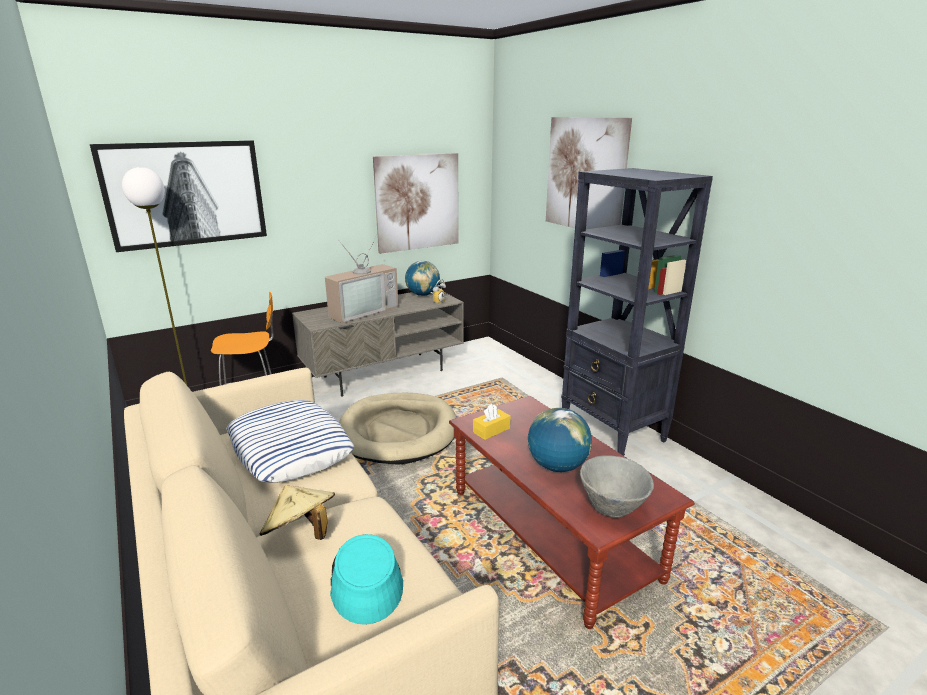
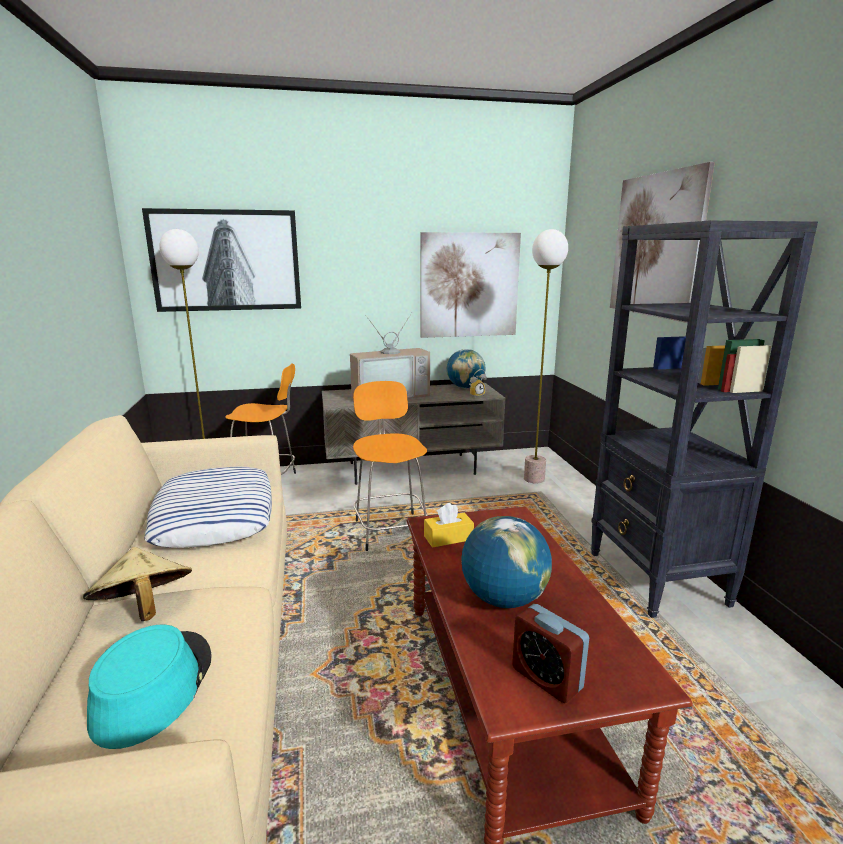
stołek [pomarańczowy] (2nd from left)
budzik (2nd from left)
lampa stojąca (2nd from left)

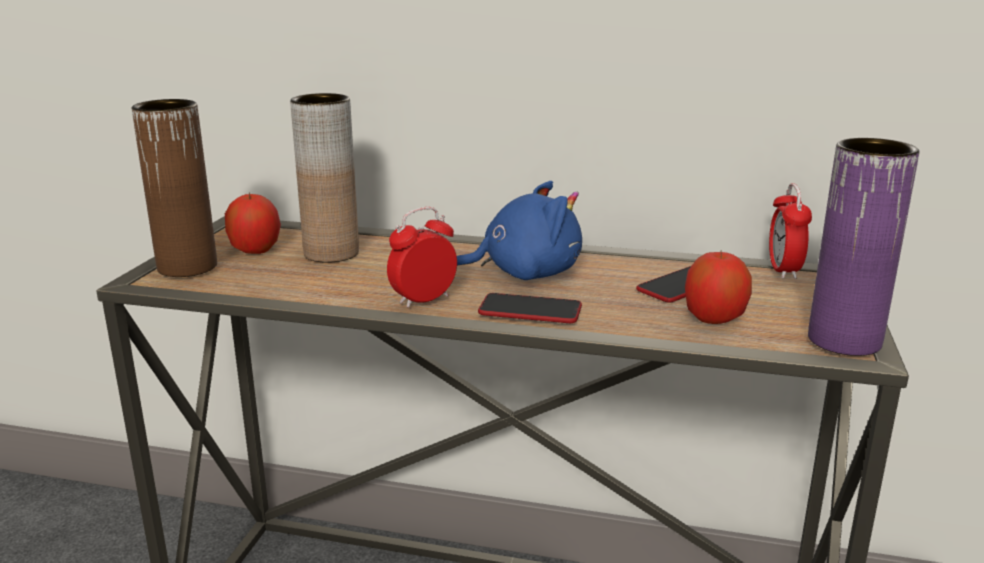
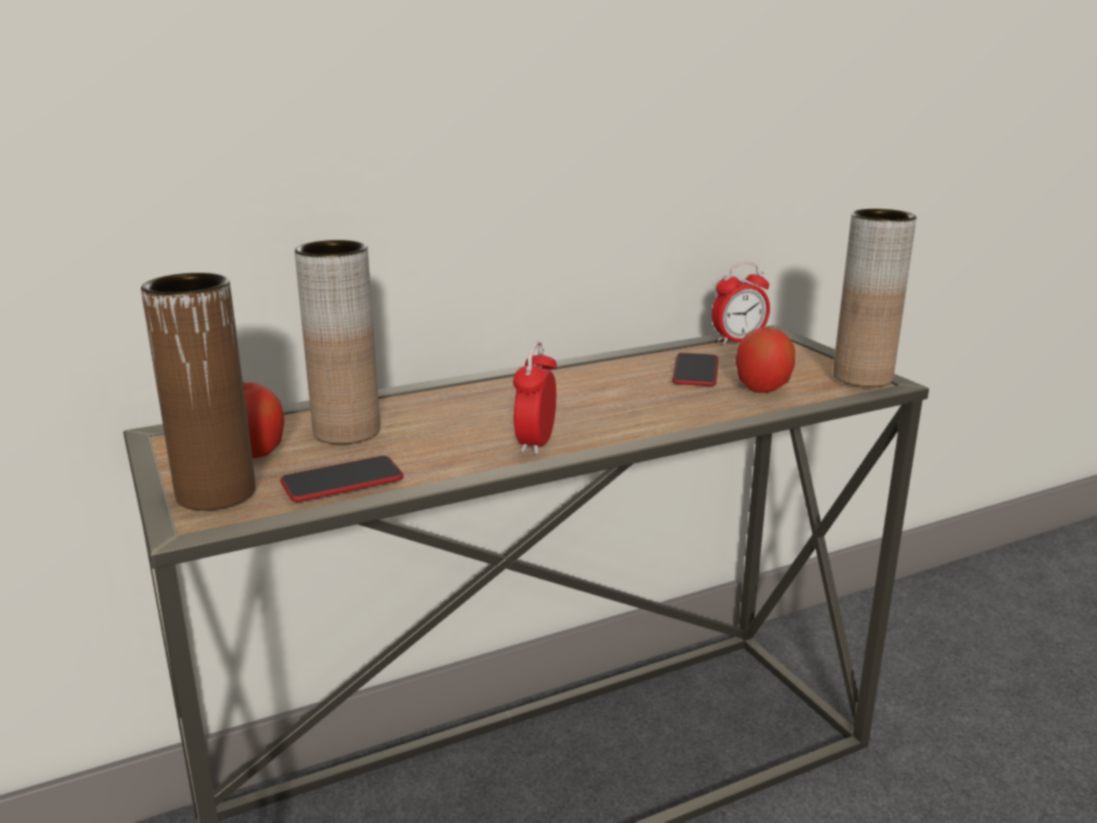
pluszak [niebieski]
telefon (1st from left)
budzik (2nd from left)
wazon [brązowy] (3rd from left)

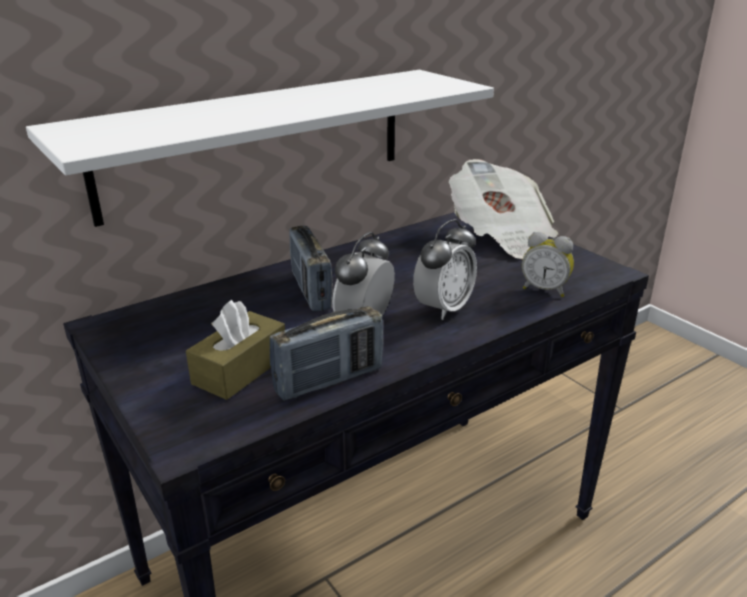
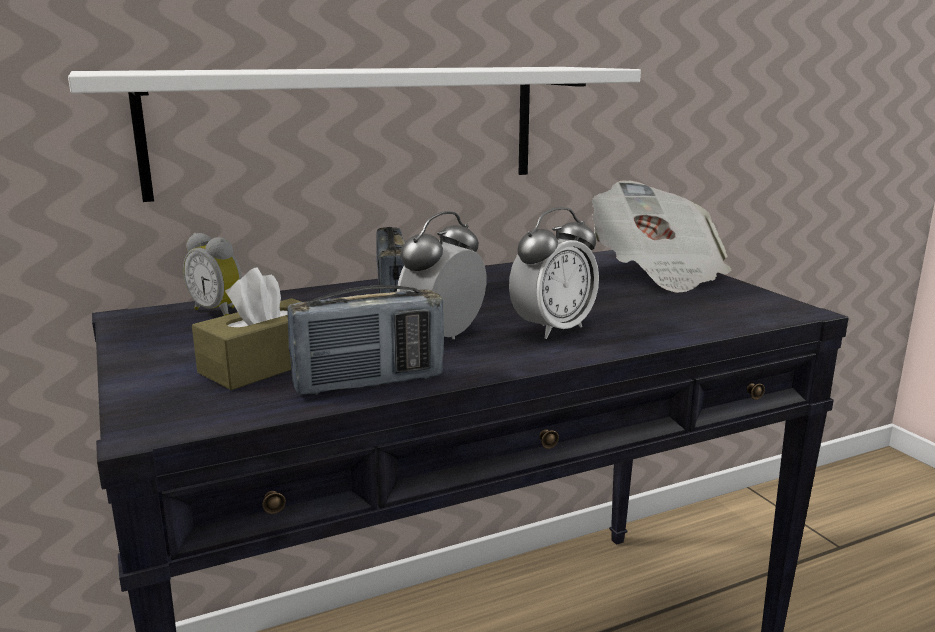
budzik (1st from left)

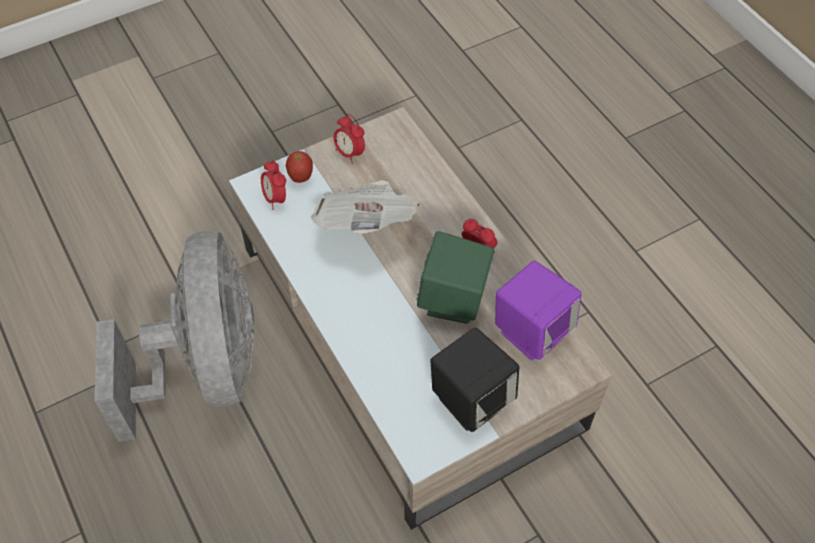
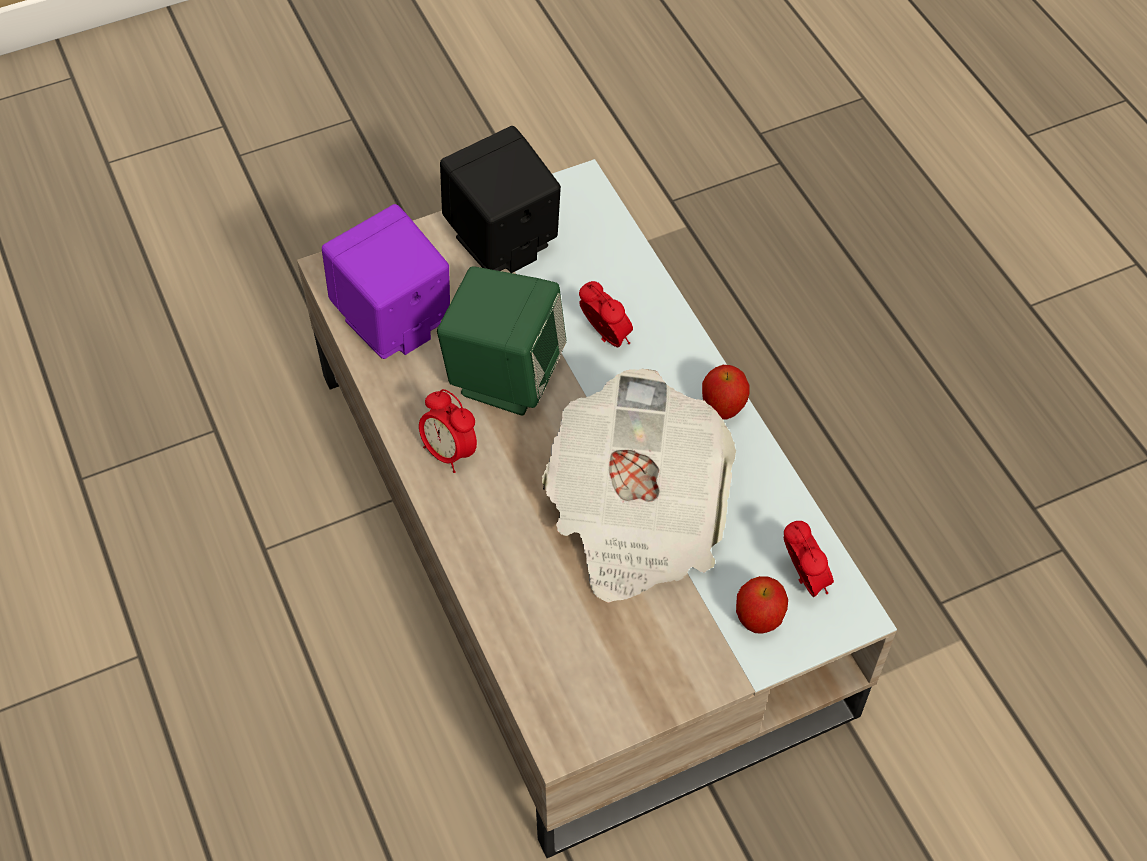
wentylator [szary]
budzik (2nd from left)
jabłko (1st from left)

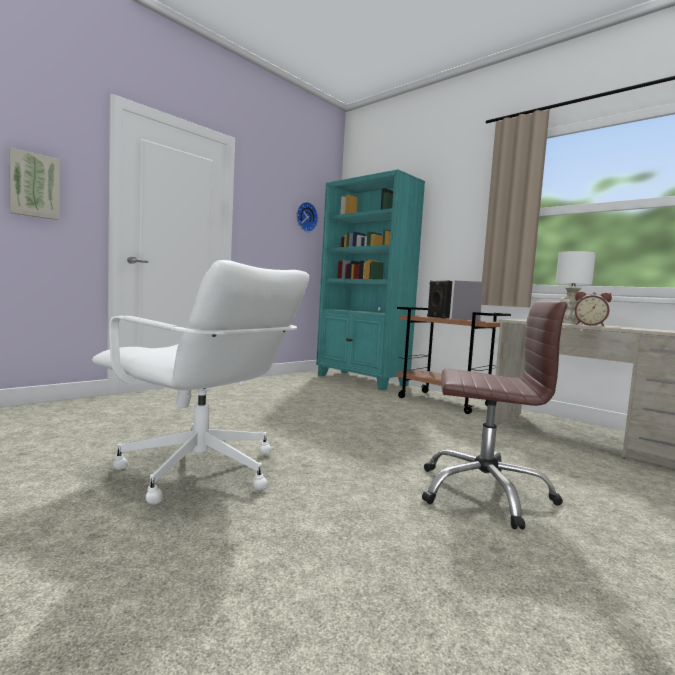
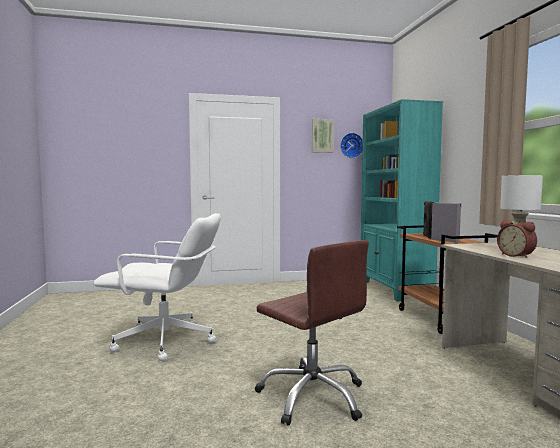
obraz
krzesło biurowe [biały]

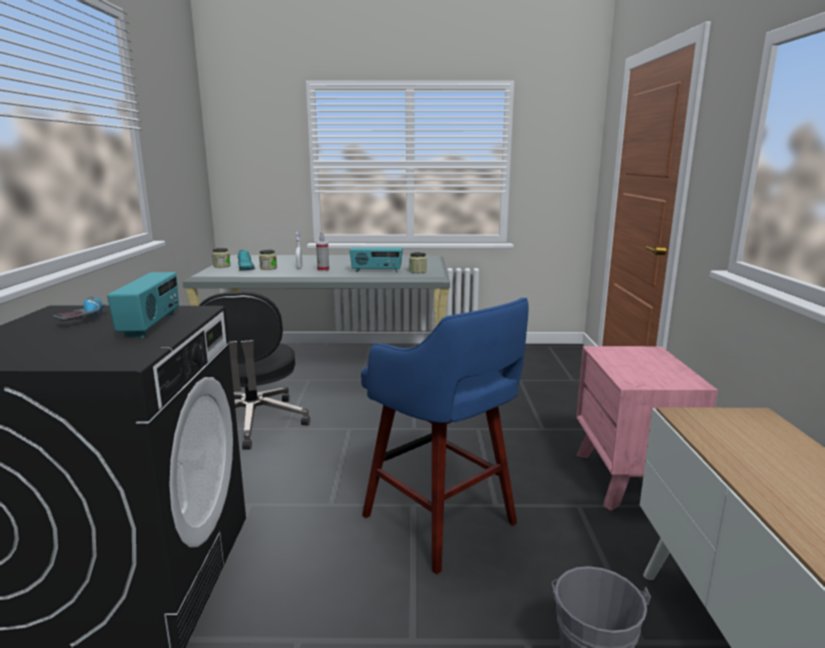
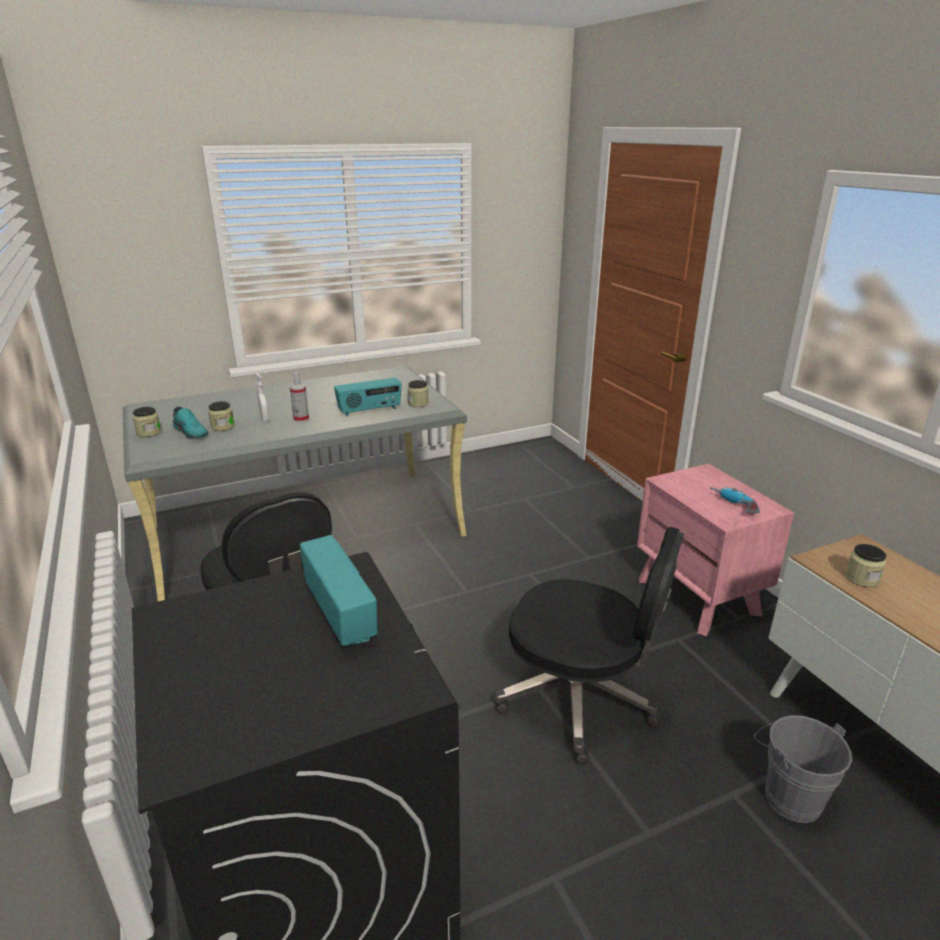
wiertarka
krzesło biurowe [czarny] (2nd from left)
słoik (4th from left)

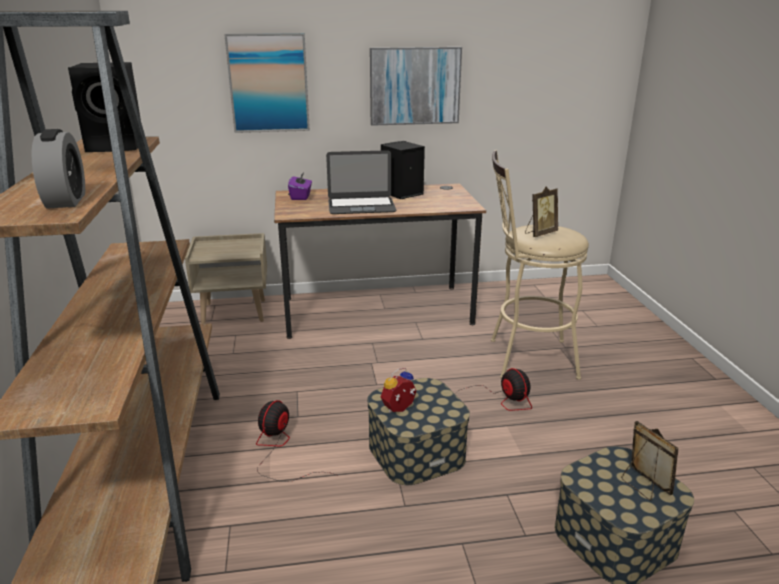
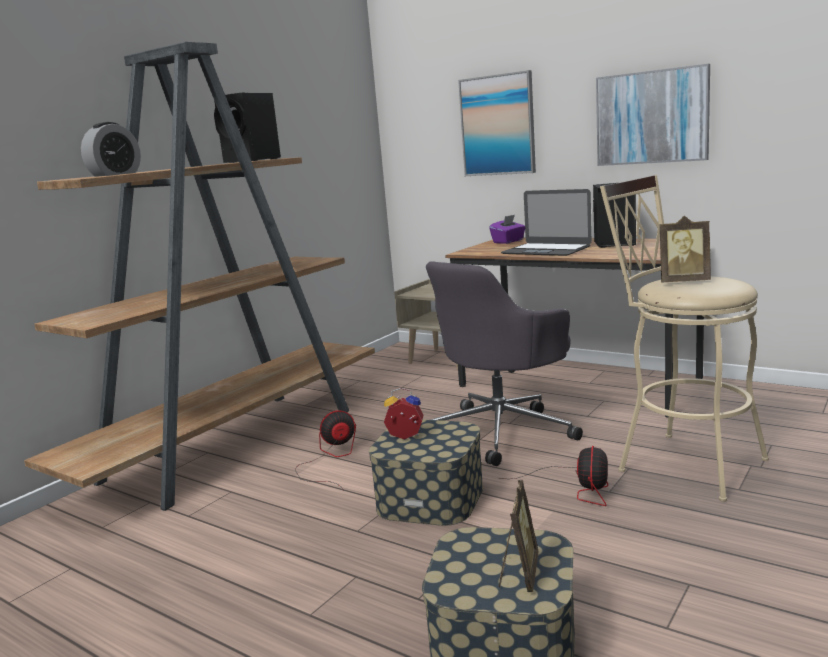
krzesło biurowe [szary]

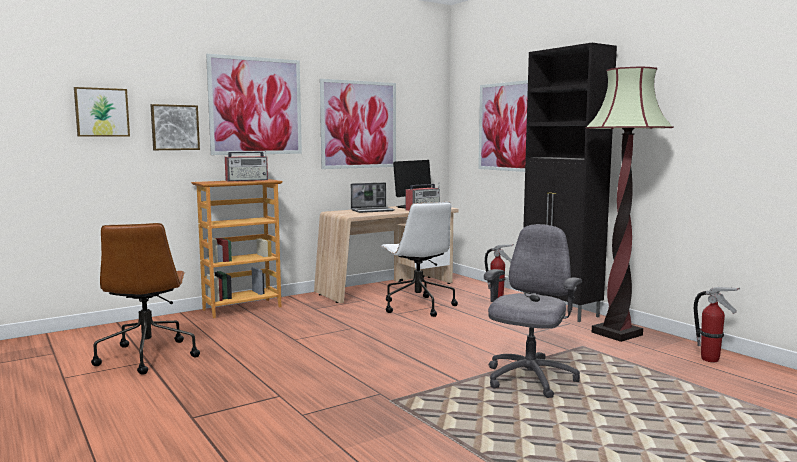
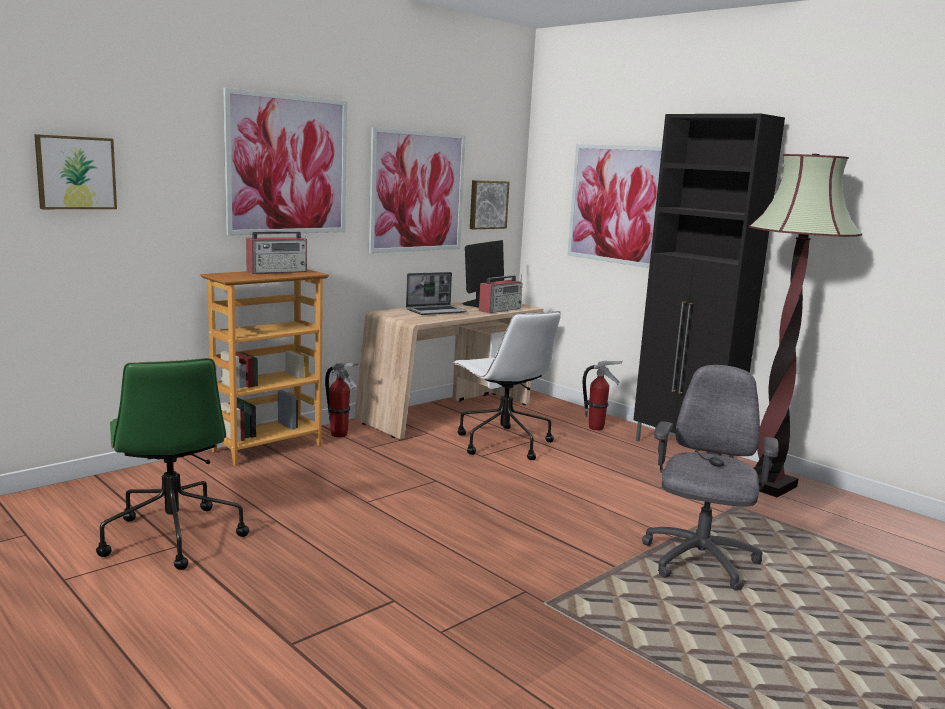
krzesło biurowe [zielony]
obraz (4th from left)
gaśnica (1st from left)

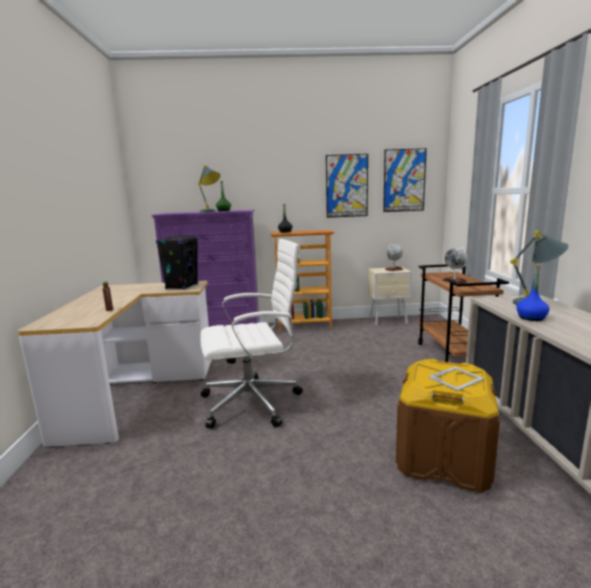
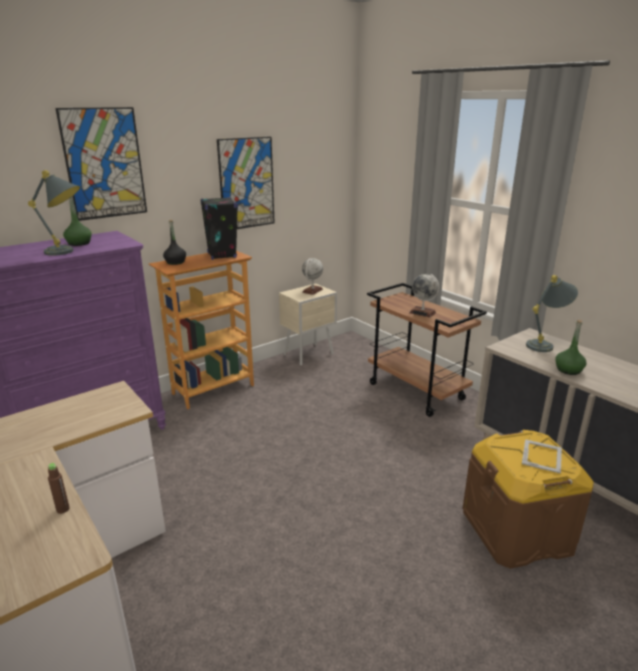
głośnik [czarny]
krzesło biurowe [biały]
obraz (1st from left)
butelka [zielony] (2nd from left)

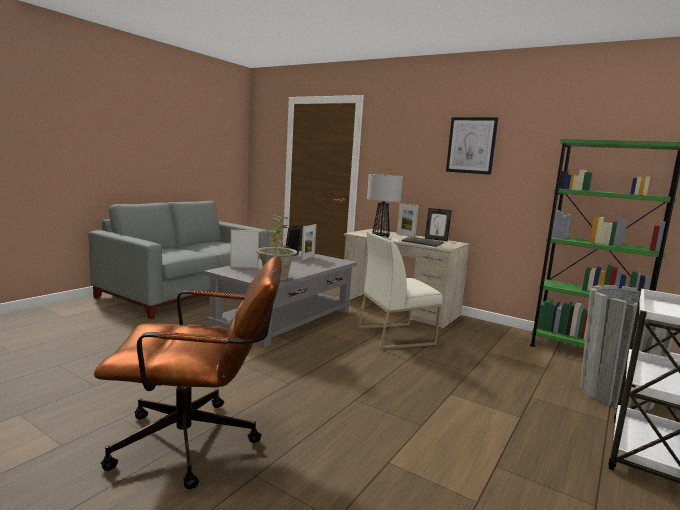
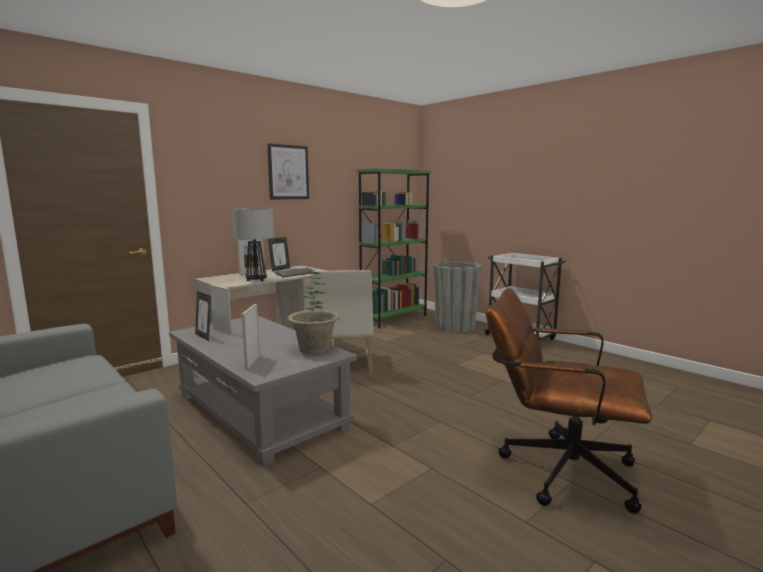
krzesło biurowe [brązowy]

